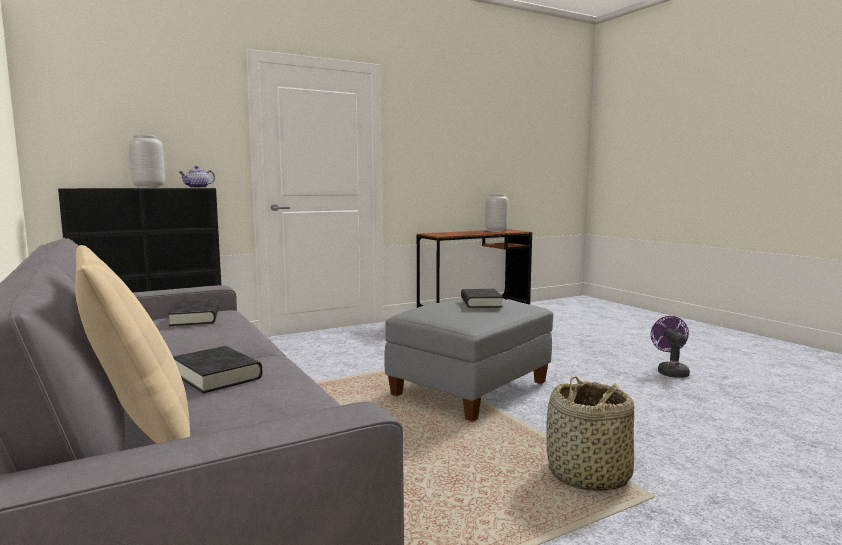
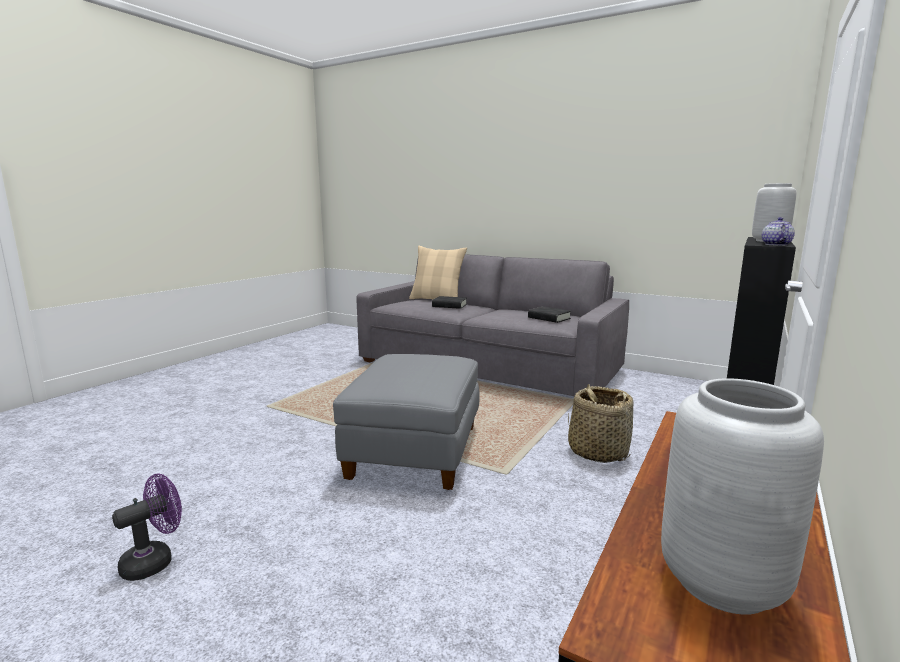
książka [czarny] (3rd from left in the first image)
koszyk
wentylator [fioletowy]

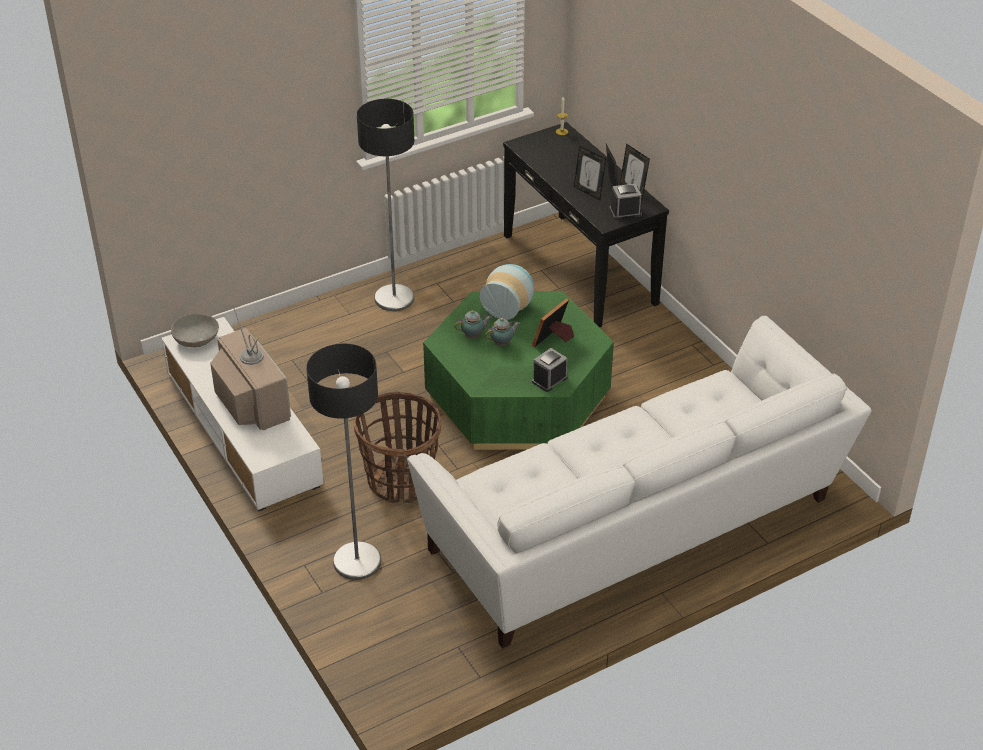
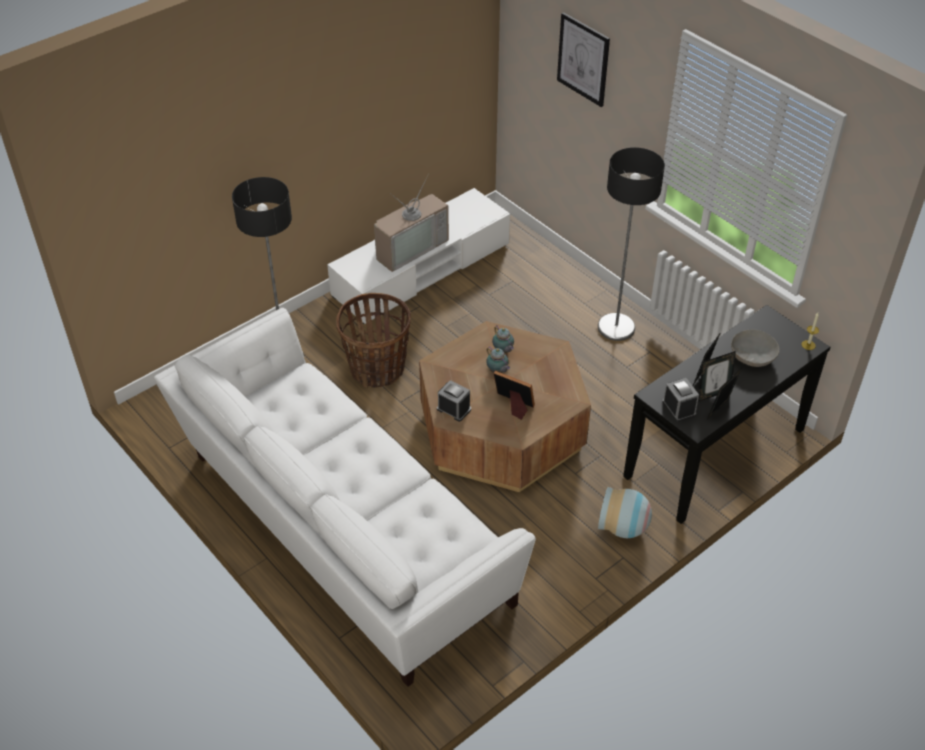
miska [szary]
ława [brązowy]
wazon
obraz

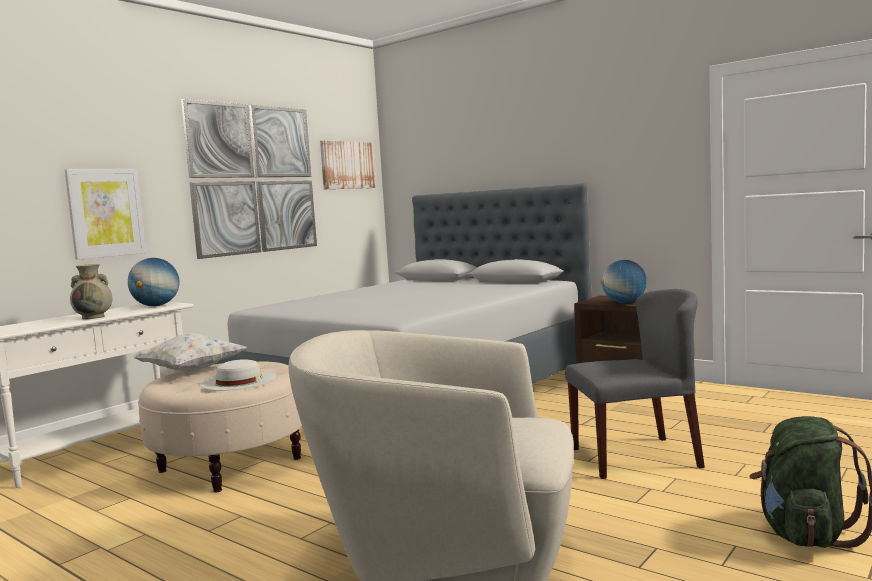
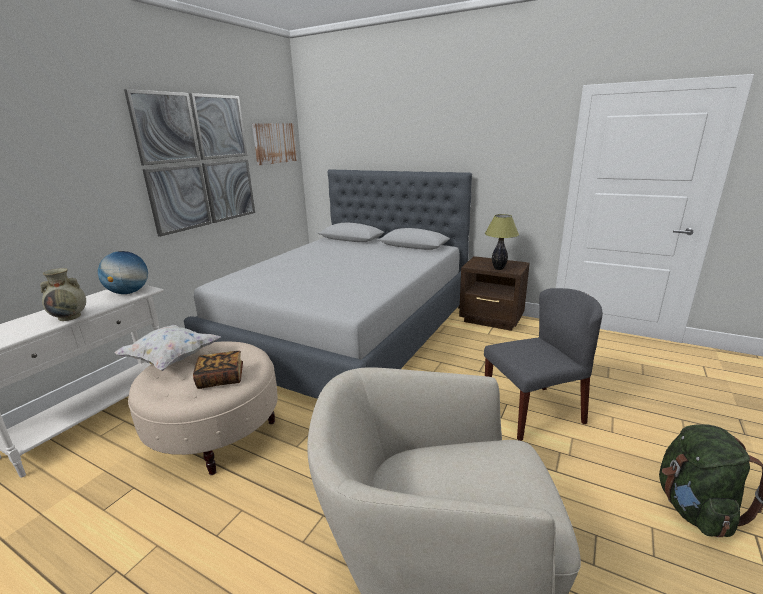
obraz (1st from left in the first image)
książka
lampa stołowa

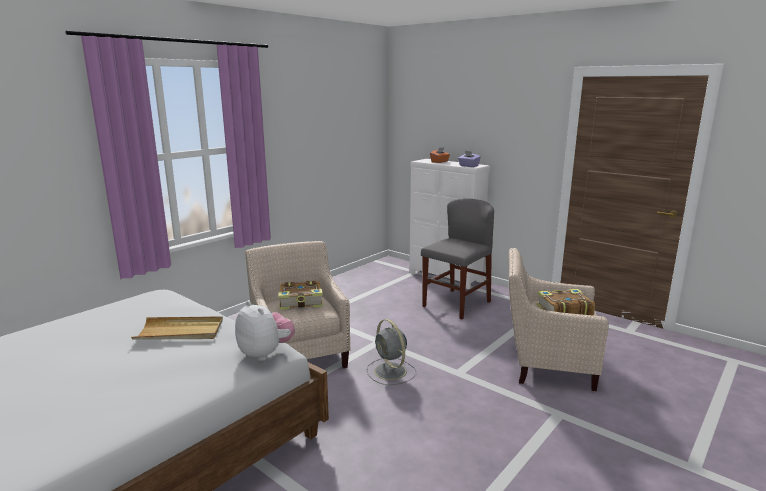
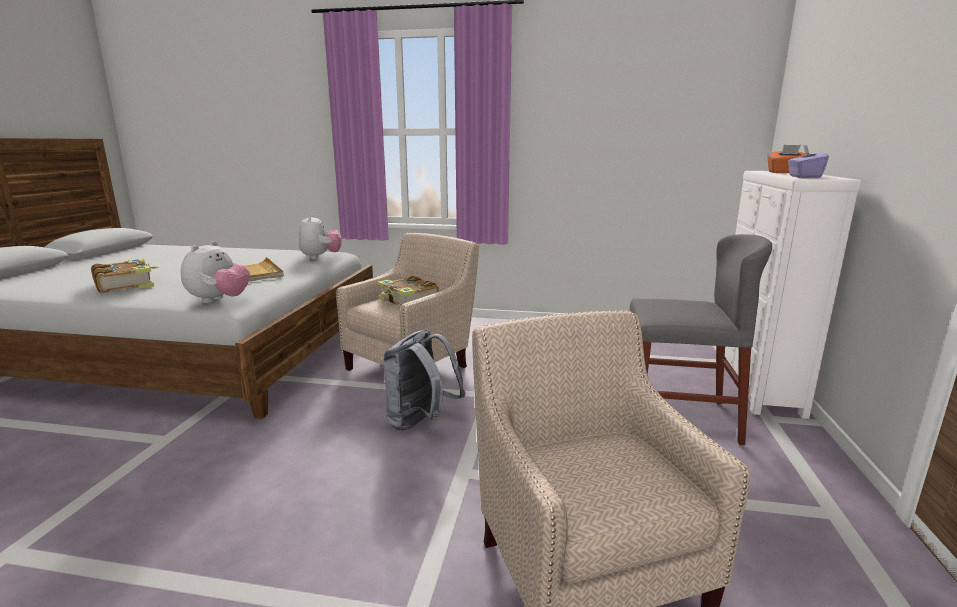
plecak [szary]
książka (1st from left)
pluszak (2nd from left)

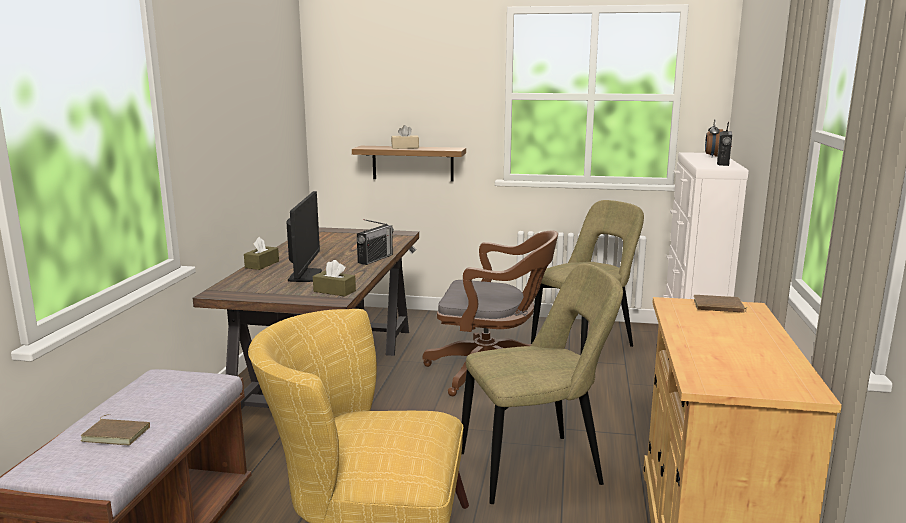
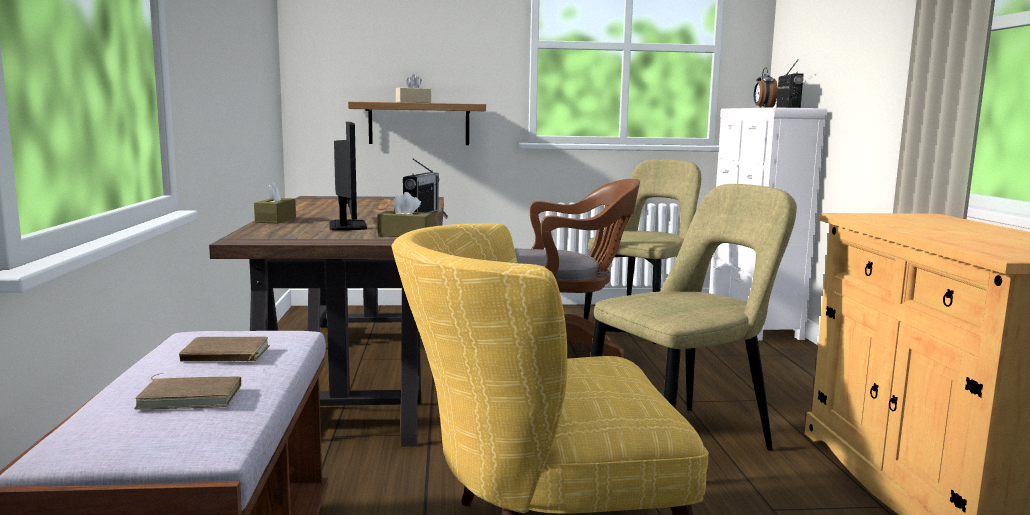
książka [brązowy] (2nd from left)

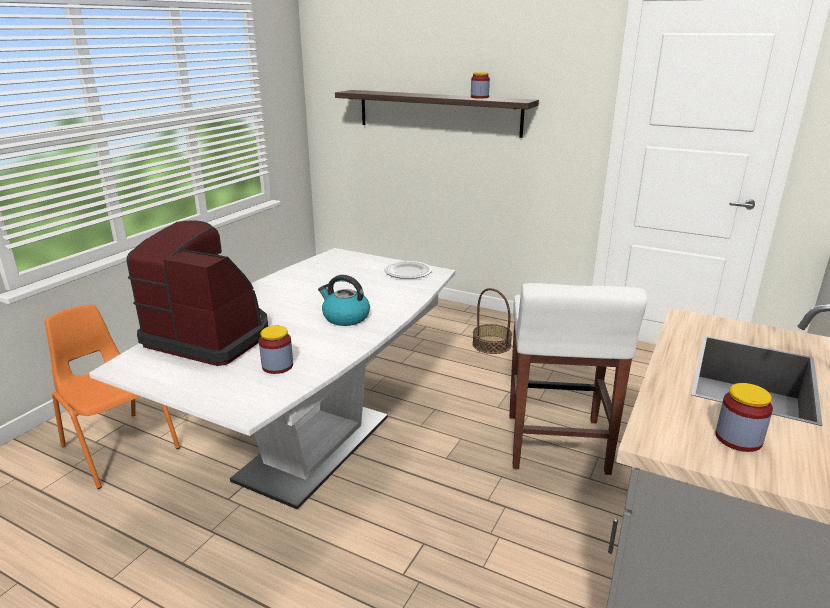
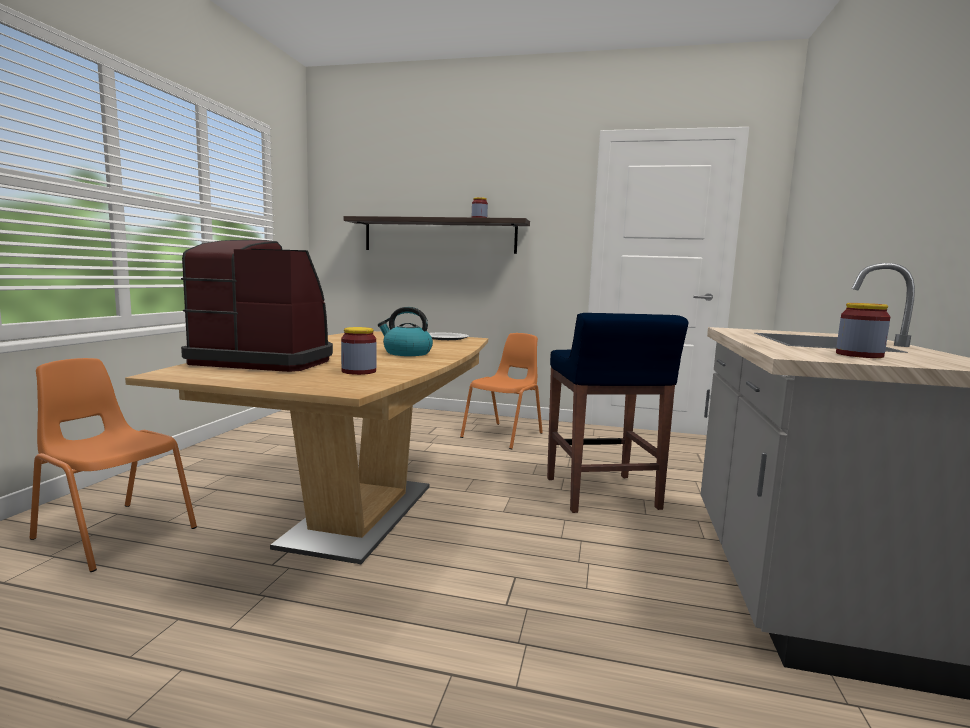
stół jadalny [brązowy]
krzesło [pomarańczowy] (2nd from left)
stołek [niebieski]

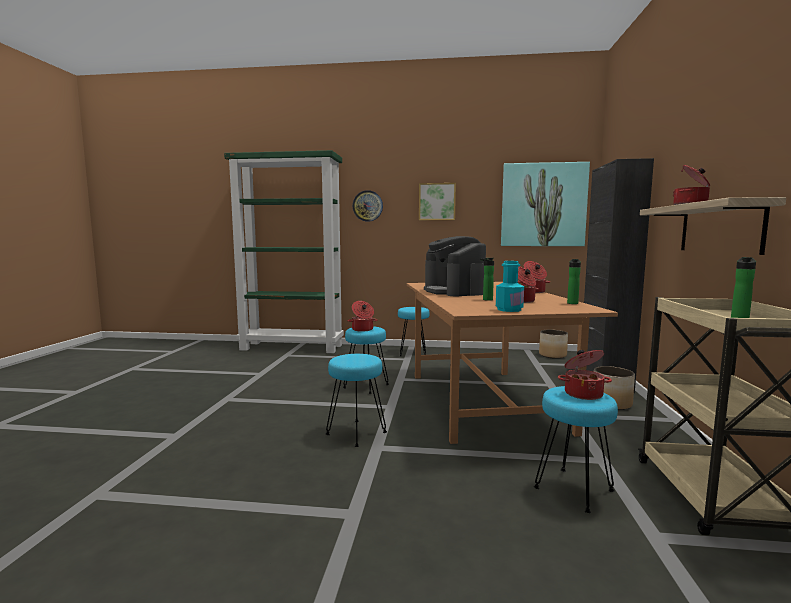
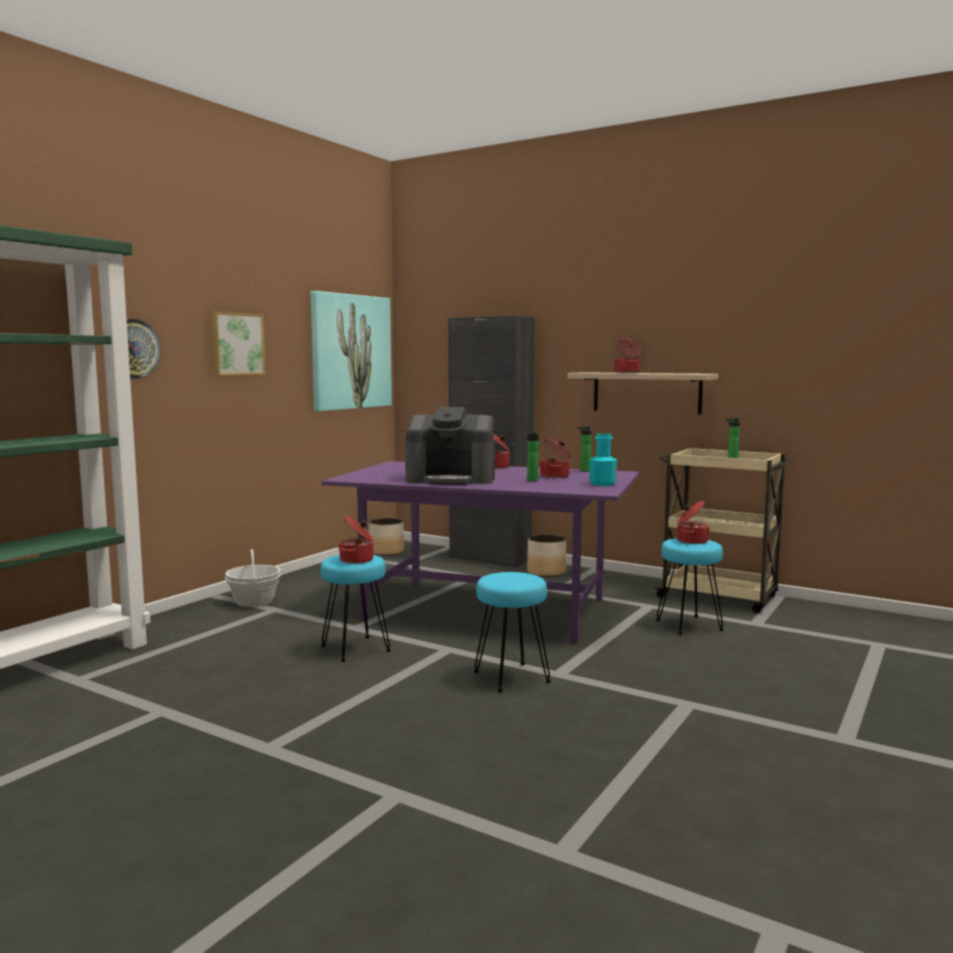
koszyk
stół jadalny [fioletowy]

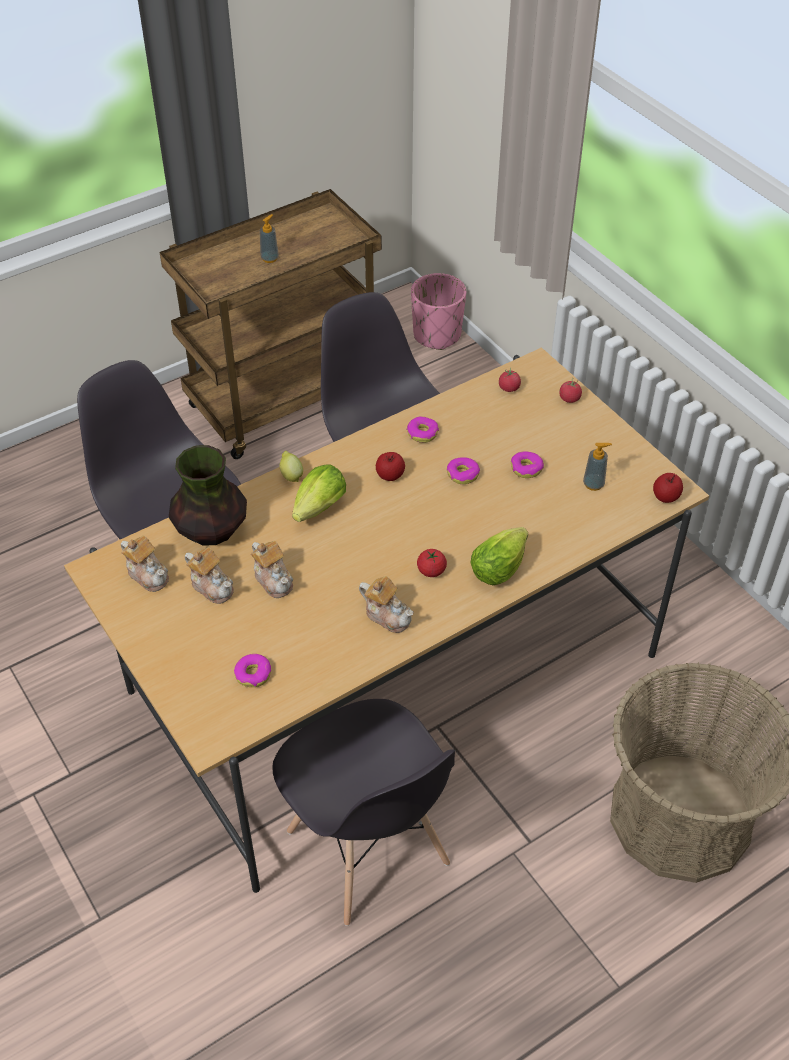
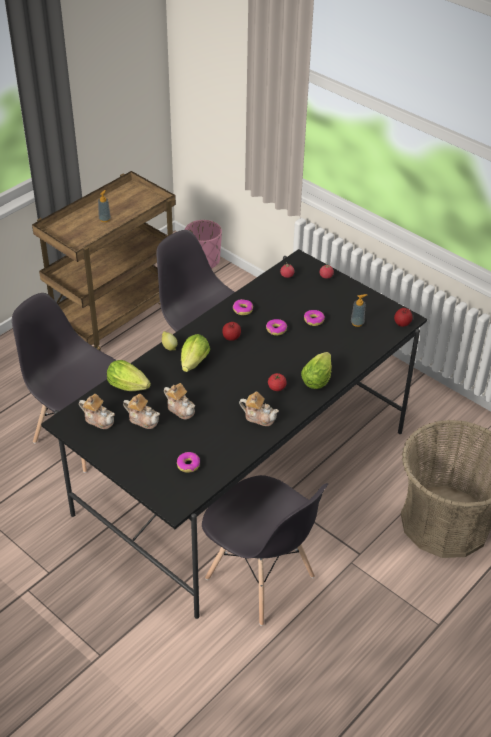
stół jadalny [czarny]
sałata (1st from left)

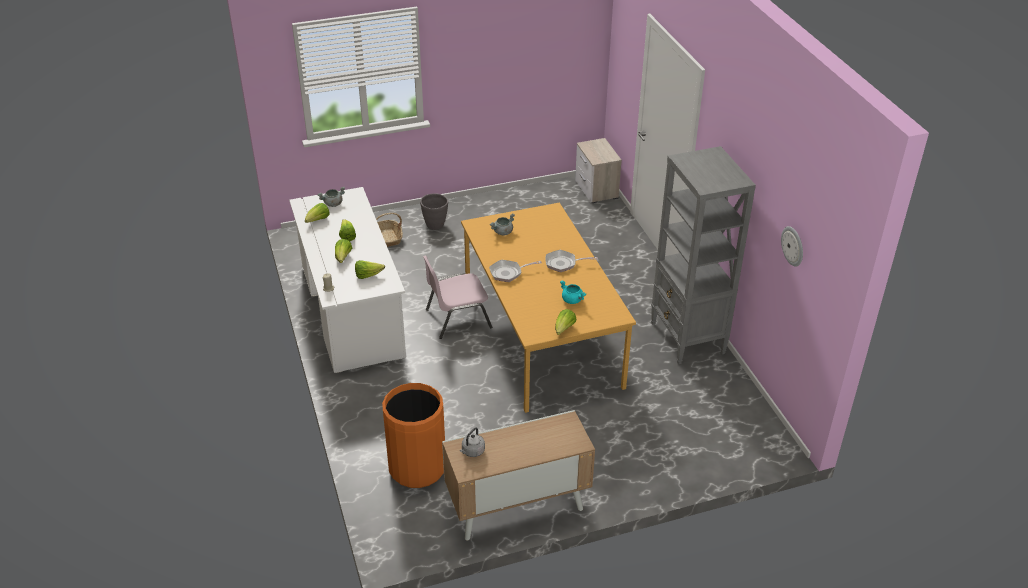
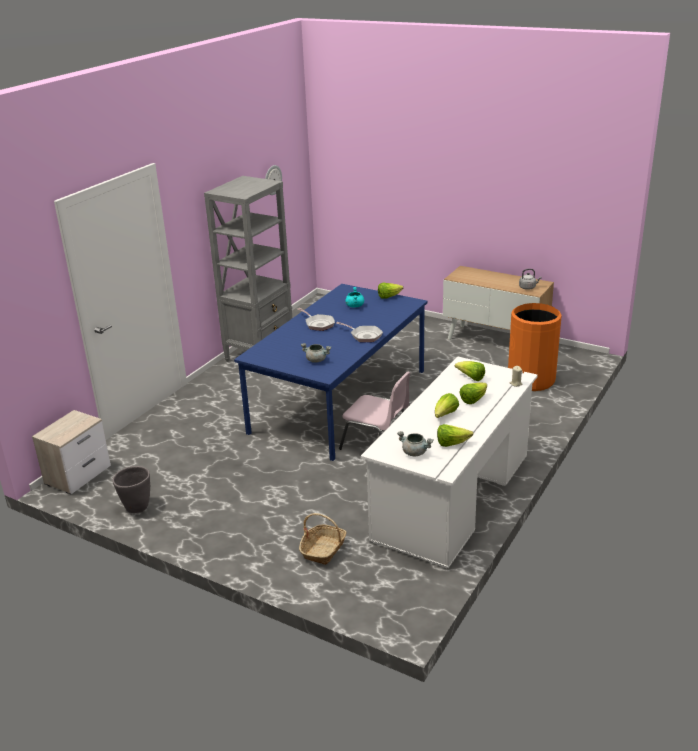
donica [szary]
stół jadalny [niebieski]

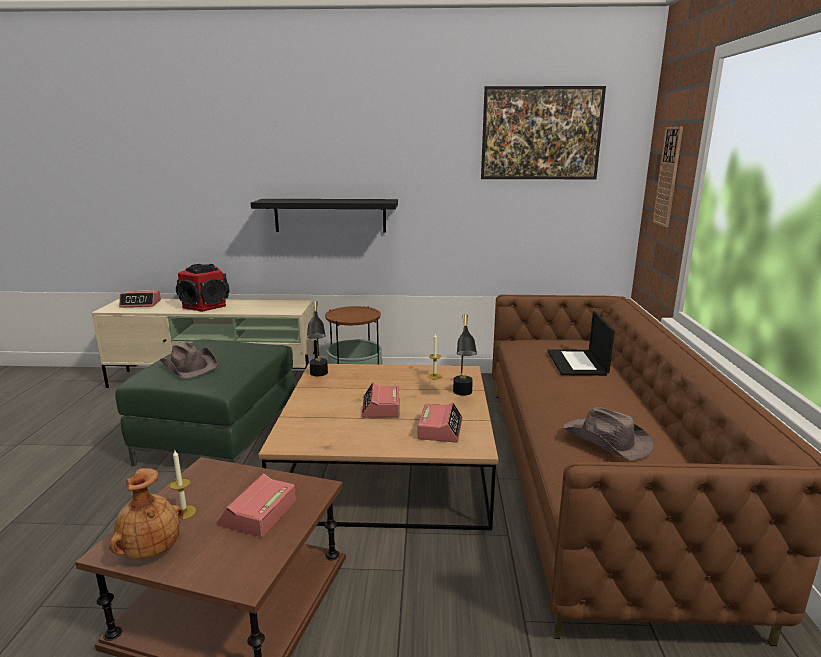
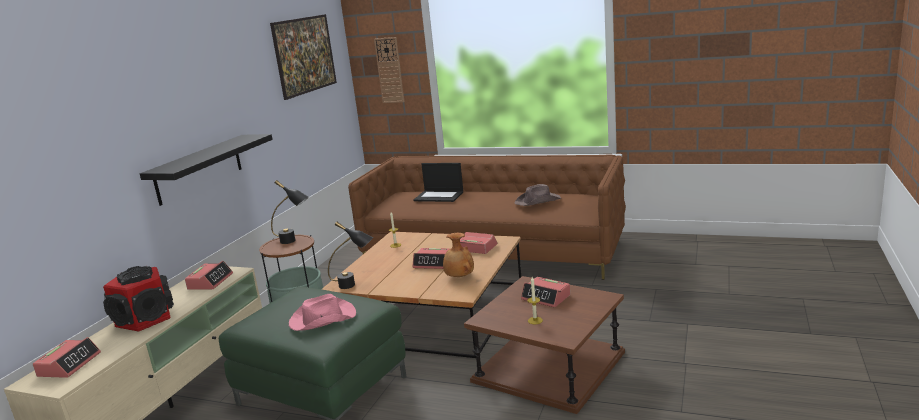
wazon [brązowy]
kapelusz [różowy]
lampa stołowa [czarny] (1st from left)
budzik (2nd from left)

